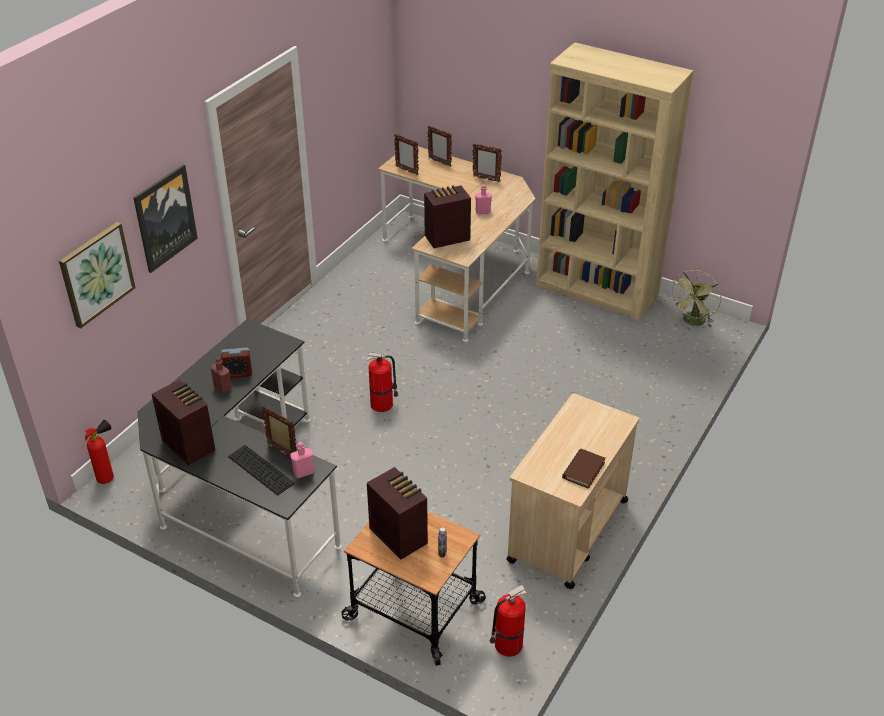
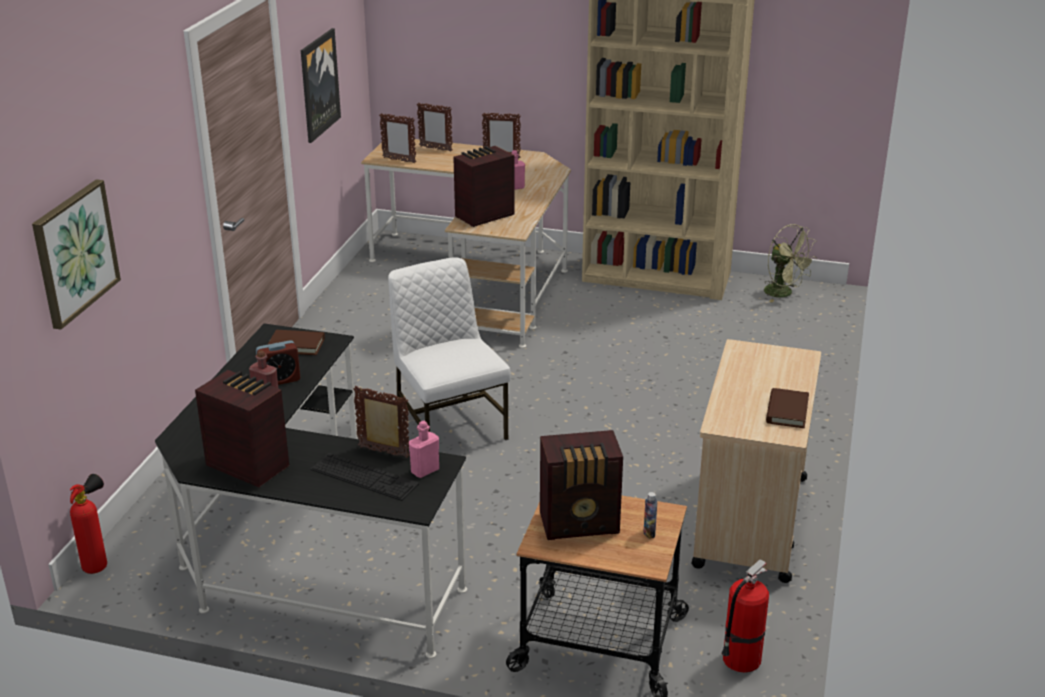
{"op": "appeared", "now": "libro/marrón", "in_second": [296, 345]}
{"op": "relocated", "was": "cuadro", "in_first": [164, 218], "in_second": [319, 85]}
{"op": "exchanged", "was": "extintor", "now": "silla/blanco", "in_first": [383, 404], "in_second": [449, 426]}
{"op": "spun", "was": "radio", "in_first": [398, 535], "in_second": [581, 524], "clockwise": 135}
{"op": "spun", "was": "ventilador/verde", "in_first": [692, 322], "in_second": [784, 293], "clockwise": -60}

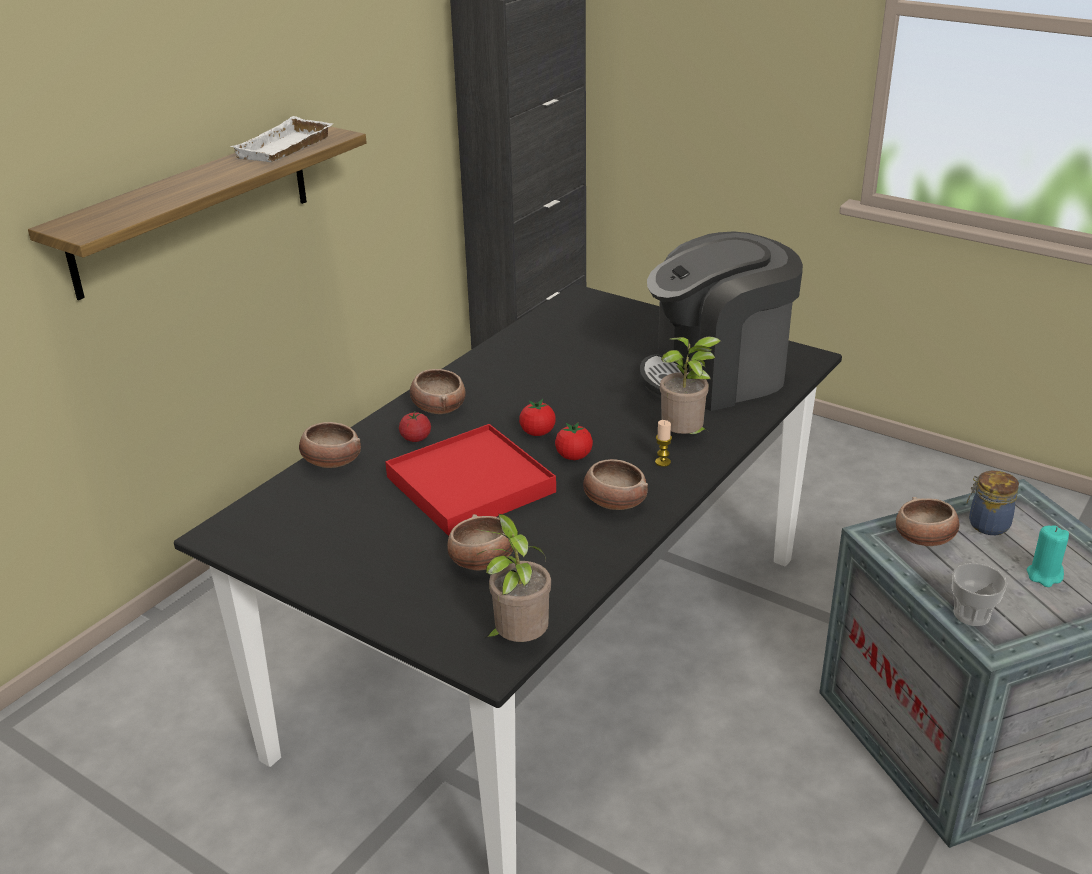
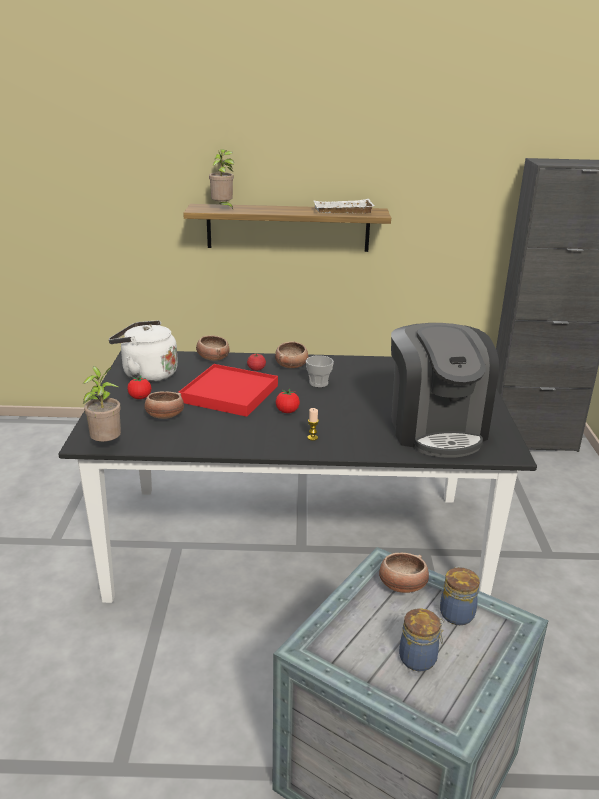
{"op": "appeared", "now": "hervidor/blanco", "in_second": [146, 374]}
{"op": "relocated", "was": "tomate", "in_first": [537, 433], "in_second": [140, 397]}
{"op": "relocated", "was": "planta en maceta", "in_first": [685, 438], "in_second": [223, 208]}
{"op": "relocated", "was": "taza", "in_first": [971, 614], "in_second": [318, 383]}
{"op": "spun", "was": "cafetera", "in_first": [716, 376], "in_second": [436, 428], "clockwise": -135}
{"op": "exchanged", "was": "vela/turquesa", "now": "tarro", "in_first": [1044, 575], "in_second": [419, 658]}
{"op": "missing", "was": "cuenco", "in_first": [614, 503]}

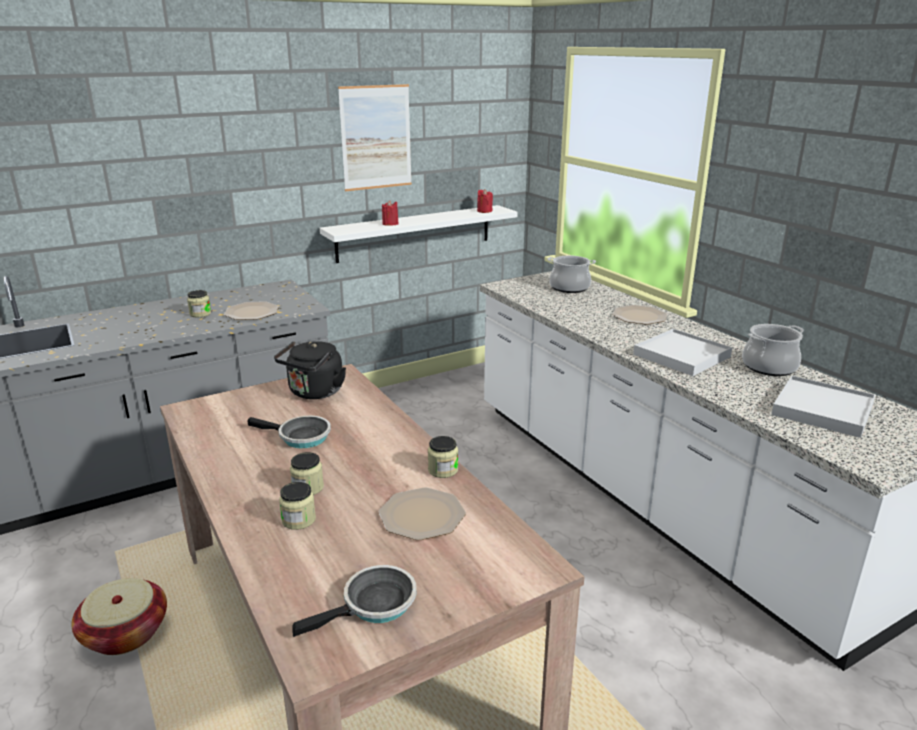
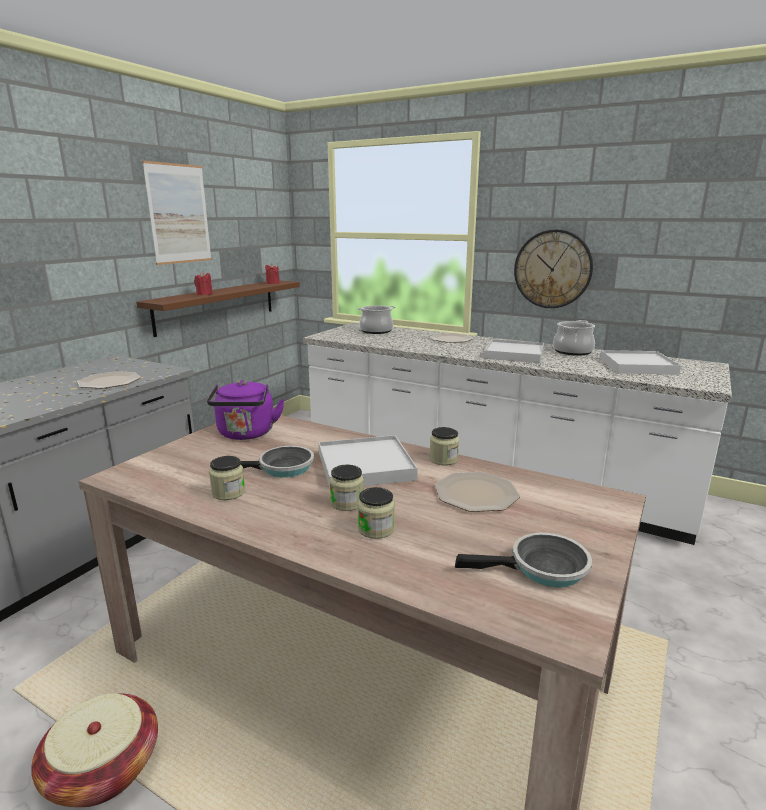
{"op": "colour", "was": "estante/blanco", "now": "estante/marrón", "in_first": [414, 233], "in_second": [217, 306]}
{"op": "colour", "was": "hervidor/negro", "now": "hervidor/morado", "in_first": [314, 393], "in_second": [246, 434]}
{"op": "relocated", "was": "tarro", "in_first": [200, 314], "in_second": [228, 493]}
{"op": "appeared", "now": "bandeja/blanco", "in_second": [365, 466]}
{"op": "spun", "was": "sartén", "in_first": [374, 605], "in_second": [542, 569], "clockwise": 60}
{"op": "appeared", "now": "reloj de pared", "in_second": [552, 269]}

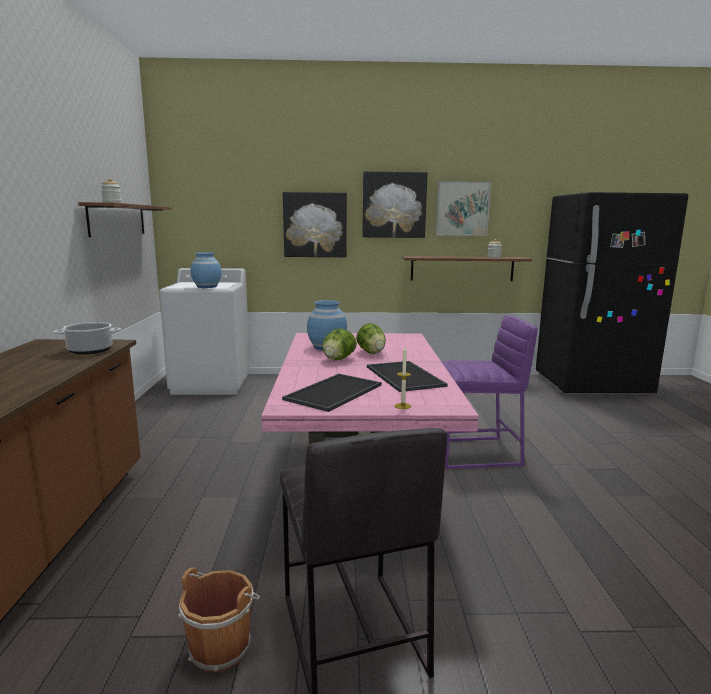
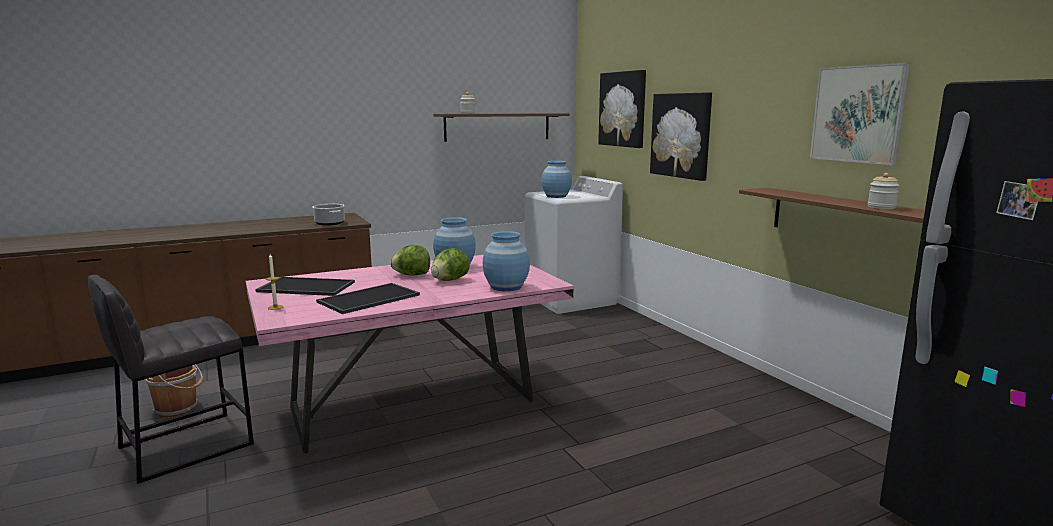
{"op": "appeared", "now": "florero/azul", "in_second": [506, 287]}
{"op": "relocated", "was": "cuadro", "in_first": [394, 205], "in_second": [623, 109]}
{"op": "missing", "was": "taburete/morado", "in_first": [475, 453]}

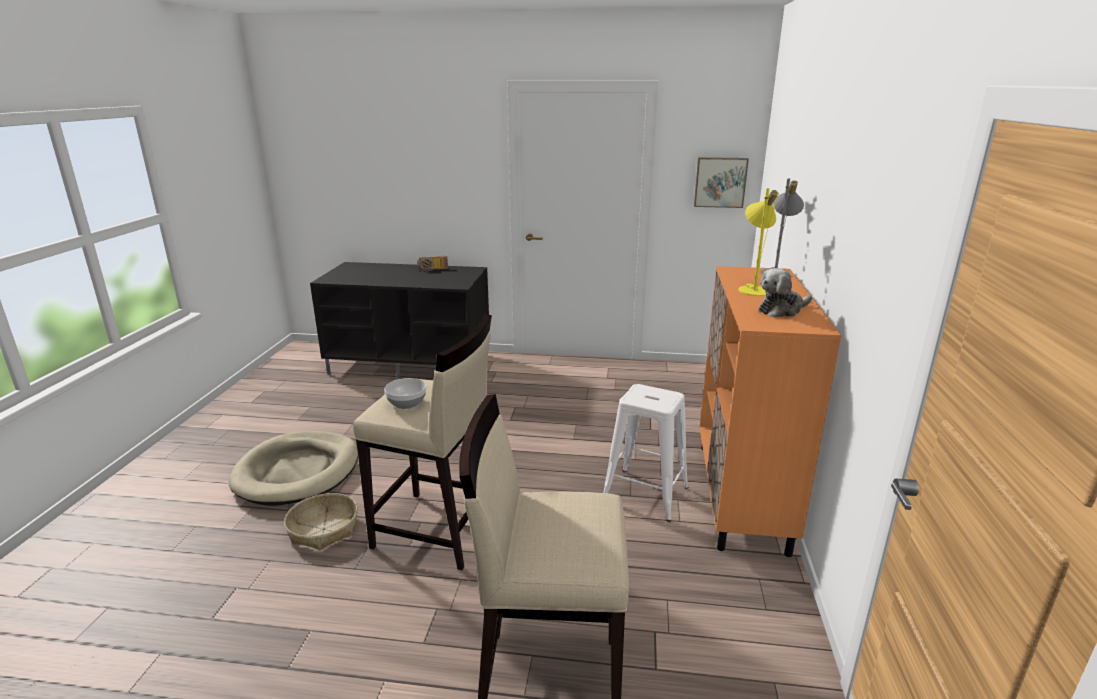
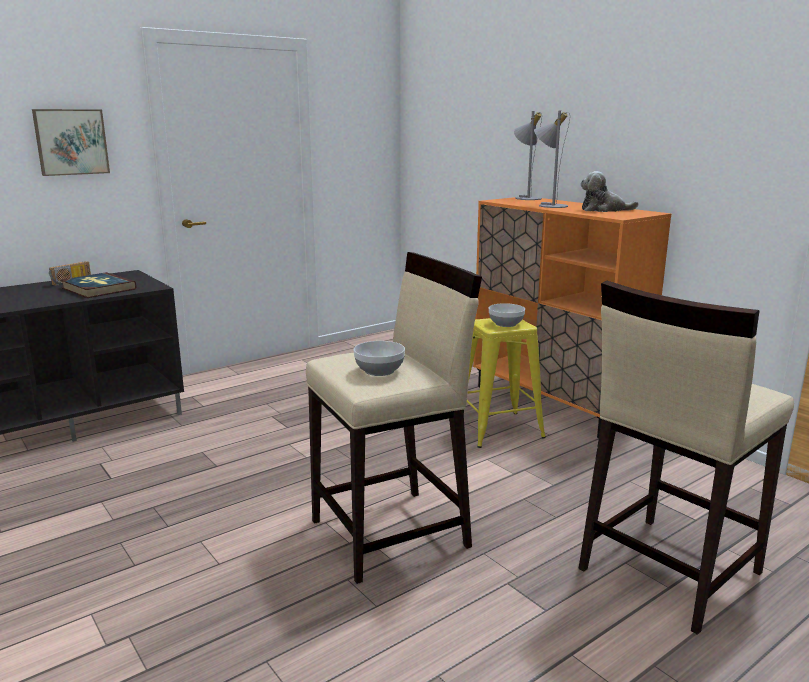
{"op": "relocated", "was": "cuadro", "in_first": [720, 182], "in_second": [71, 142]}
{"op": "appeared", "now": "libro", "in_second": [98, 288]}
{"op": "colour", "was": "taburete/blanco", "now": "taburete/amarillo", "in_first": [645, 494], "in_second": [498, 429]}
{"op": "appeared", "now": "cuenco", "in_second": [506, 324]}
{"op": "colour", "was": "lámpara de mesa/amarillo", "now": "lámpara de mesa/gris", "in_first": [753, 289], "in_second": [549, 205]}
{"op": "spun", "was": "peluche", "in_first": [781, 310], "in_second": [604, 210], "clockwise": 75}
{"op": "missing", "was": "cama para perro/beis", "in_first": [298, 472]}
{"op": "missing", "was": "cesta", "in_first": [324, 529]}

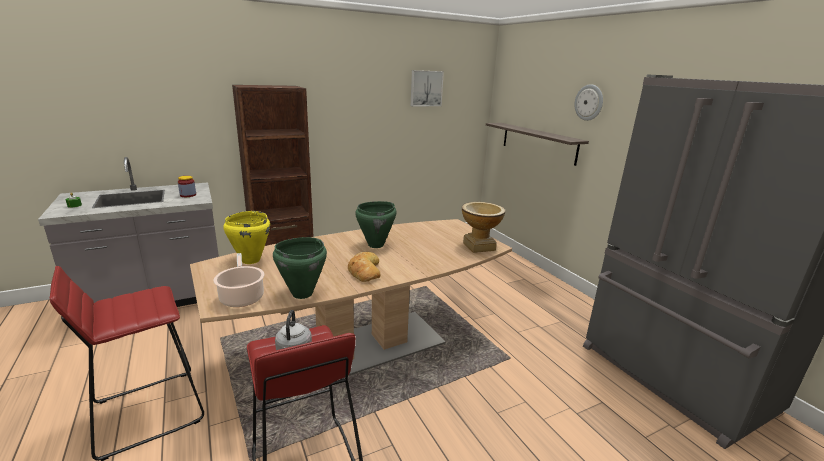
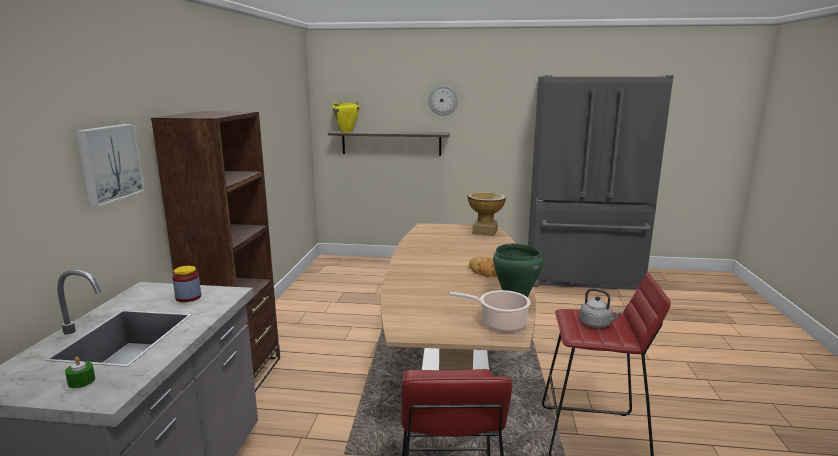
{"op": "relocated", "was": "cuadro", "in_first": [426, 88], "in_second": [108, 163]}
{"op": "relocated", "was": "olla/amarillo", "in_first": [250, 260], "in_second": [346, 132]}
{"op": "missing", "was": "olla/verde", "in_first": [376, 245]}

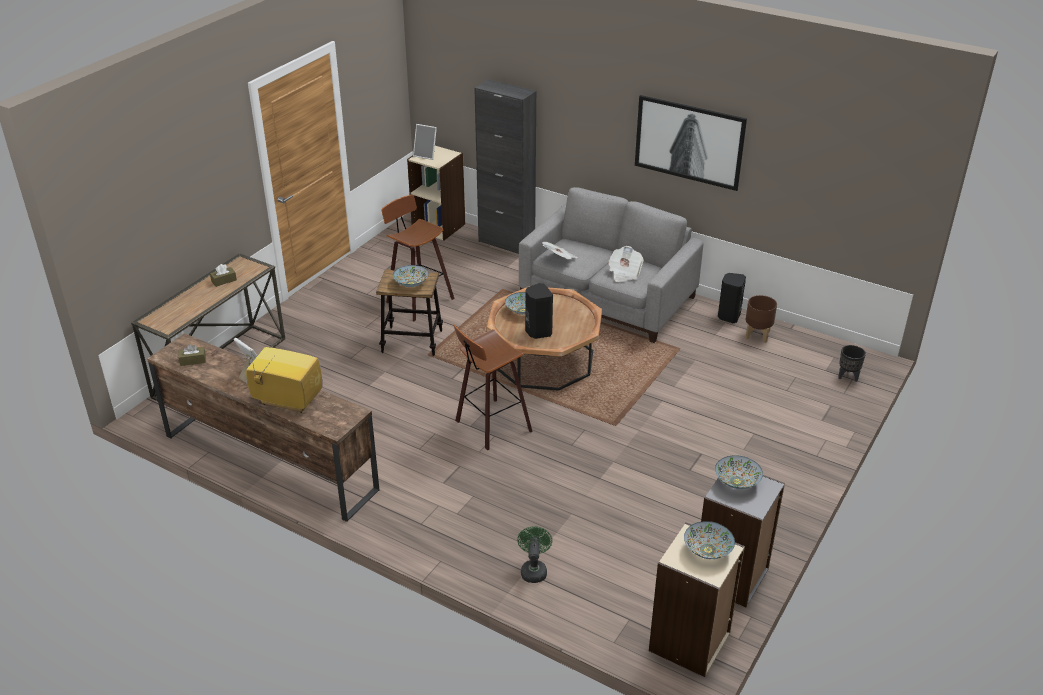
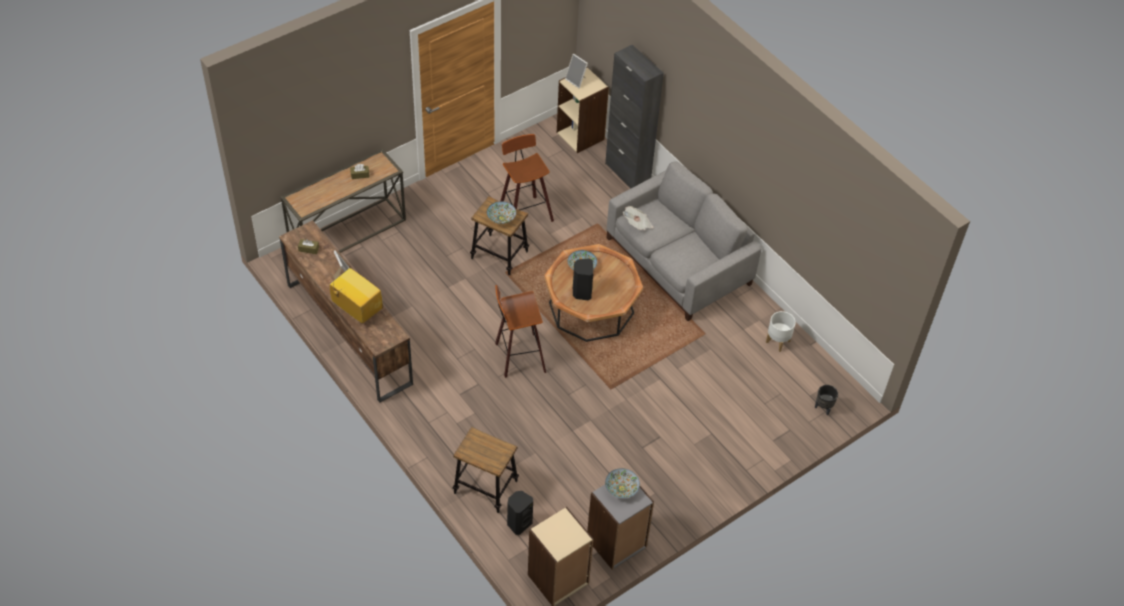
{"op": "exchanged", "was": "ventilador/verde", "now": "taburete", "in_first": [533, 570], "in_second": [485, 487]}
{"op": "relocated", "was": "altavoz/negro", "in_first": [728, 316], "in_second": [519, 523]}
{"op": "colour", "was": "maceta/marrón", "now": "maceta/blanco", "in_first": [757, 335], "in_second": [778, 341]}
{"op": "missing", "was": "periódico", "in_first": [624, 273]}
{"op": "missing", "was": "cuadro", "in_first": [689, 141]}
{"op": "missing", "was": "cuenco", "in_first": [708, 550]}

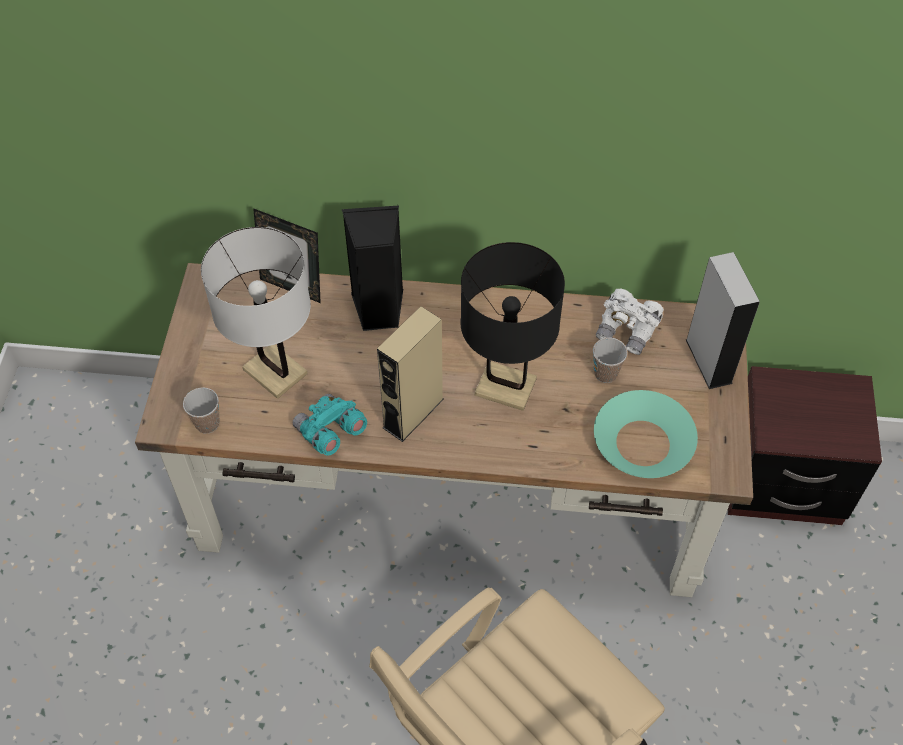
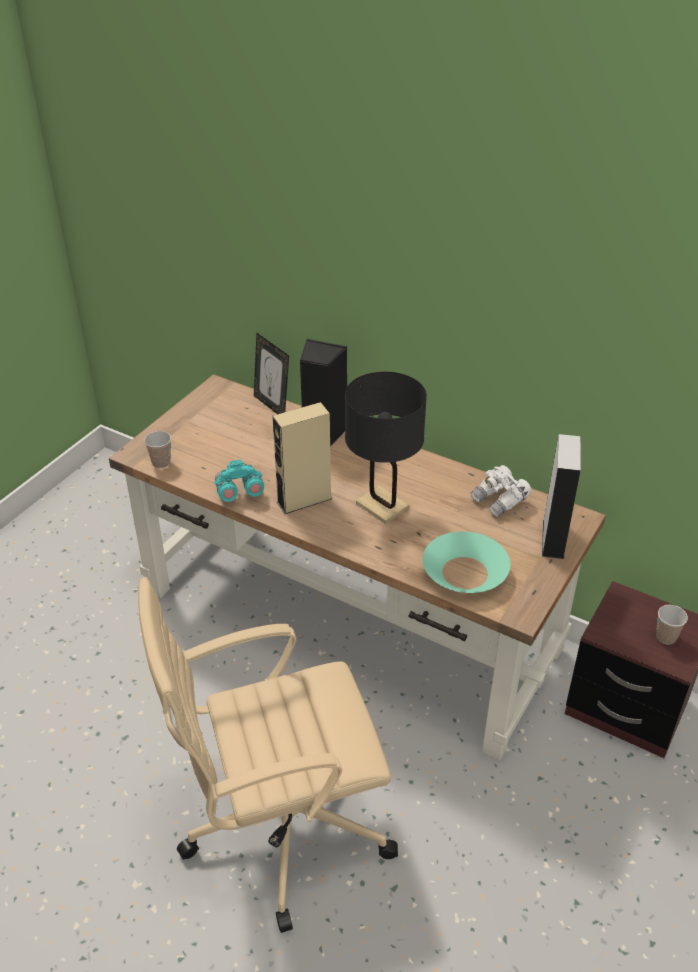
{"op": "relocated", "was": "taza", "in_first": [605, 374], "in_second": [666, 637]}
{"op": "missing", "was": "lámpara de mesa/blanco", "in_first": [275, 372]}

